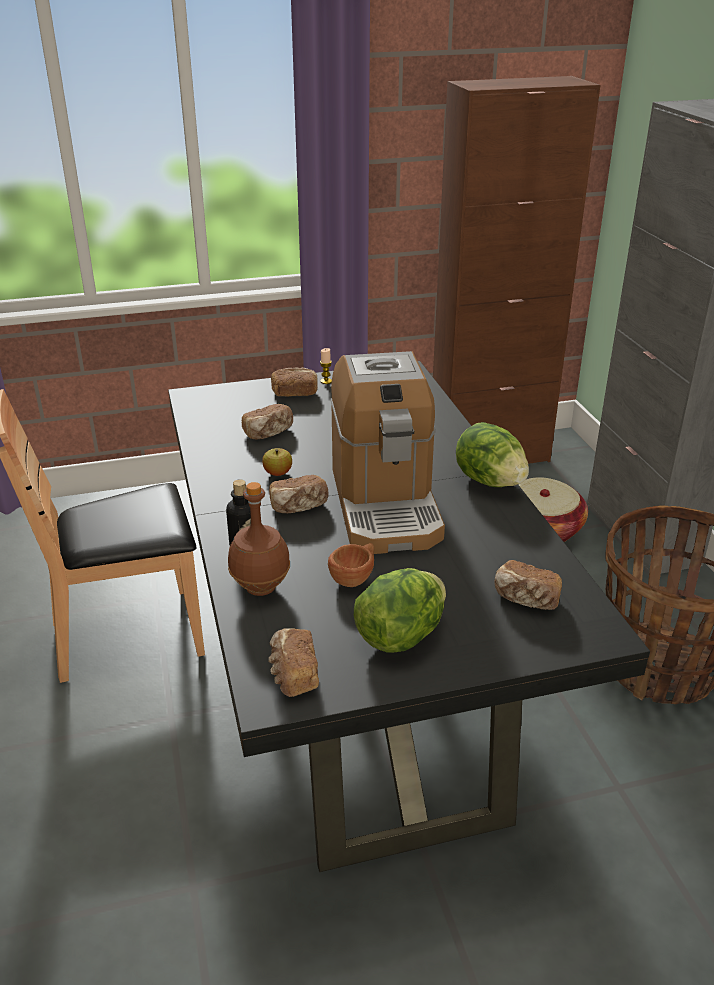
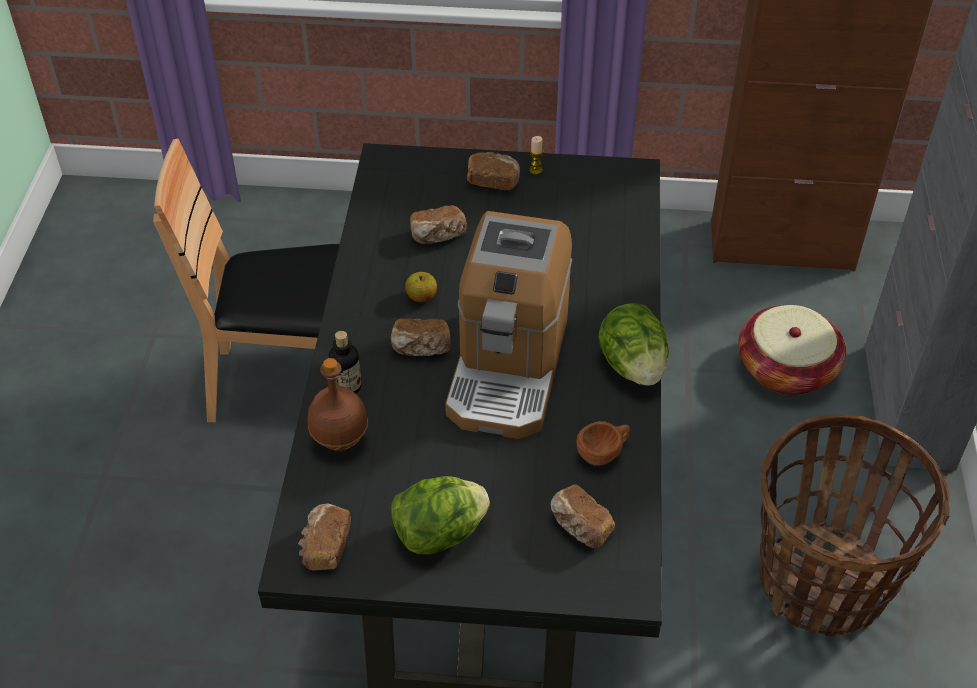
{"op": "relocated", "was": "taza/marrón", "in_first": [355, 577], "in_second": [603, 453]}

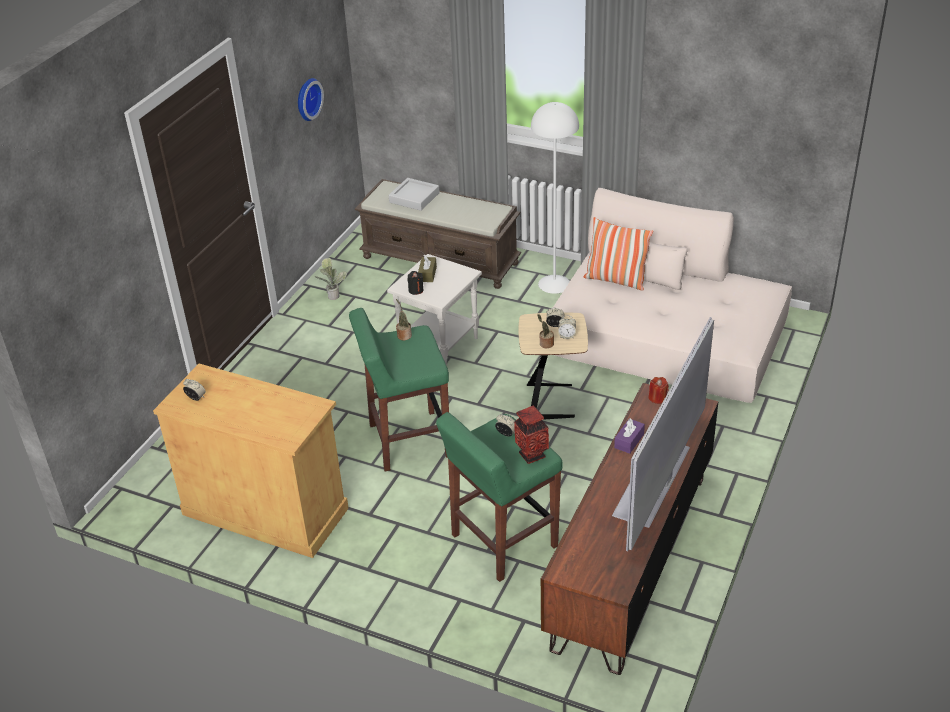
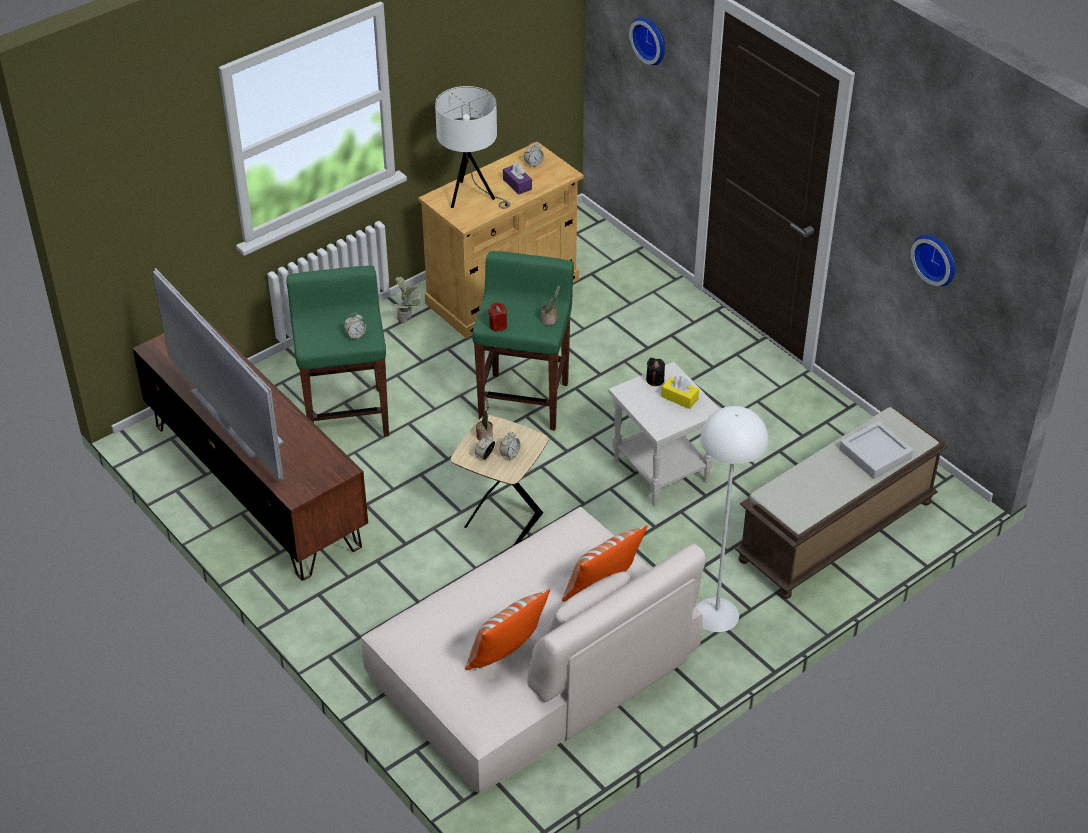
{"op": "relocated", "was": "planta en maceta", "in_first": [333, 294], "in_second": [408, 319]}
{"op": "appeared", "now": "lámpara de mesa/blanco", "in_second": [471, 197]}
{"op": "appeared", "now": "cojín", "in_second": [506, 654]}
{"op": "relocated", "was": "vela/rojo", "in_first": [657, 398], "in_second": [498, 325]}
{"op": "relocated", "was": "caja de pañuelos/morado", "in_first": [629, 441], "in_second": [517, 184]}
{"op": "appeared", "now": "reloj de pared", "in_second": [651, 39]}
{"op": "colour", "was": "caja de pañuelos/marrón", "now": "caja de pañuelos/amarillo", "in_first": [427, 274], "in_second": [679, 398]}
{"op": "missing", "was": "florero", "in_first": [531, 455]}

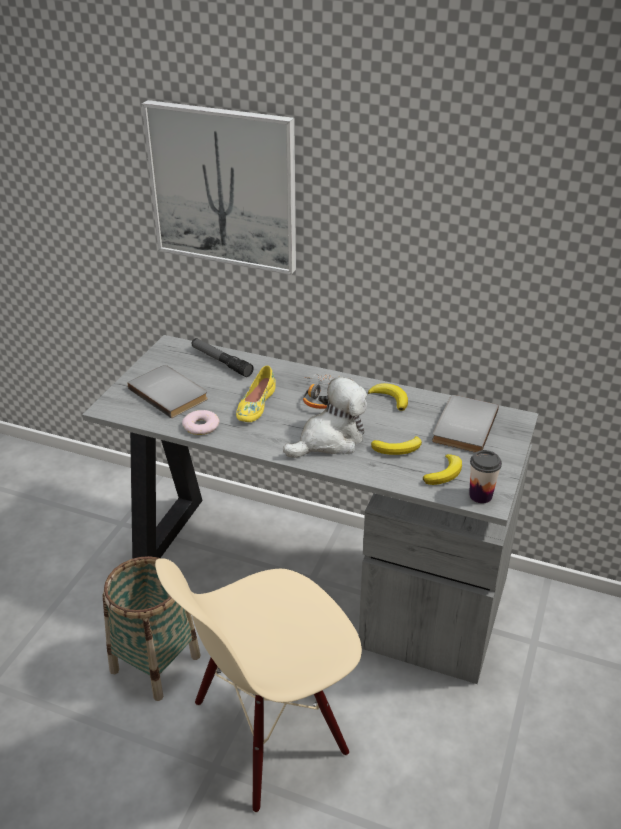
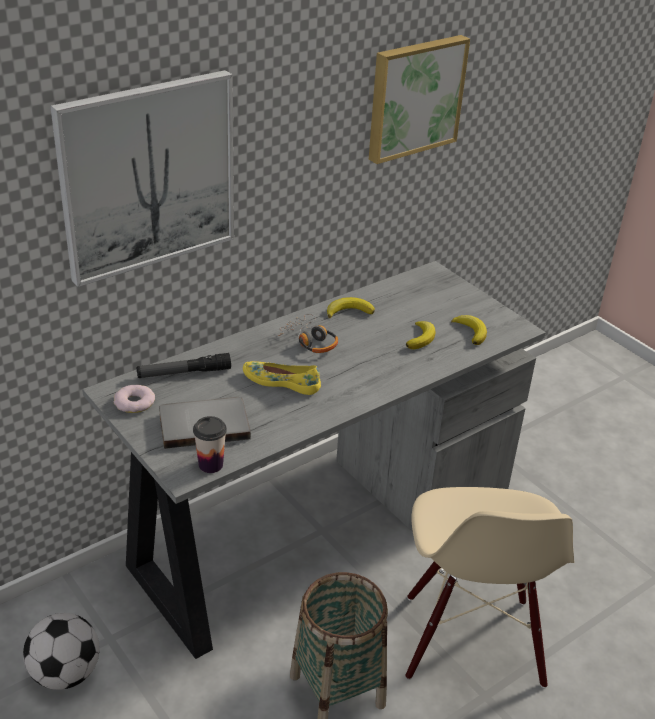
{"op": "appeared", "now": "balón de fútbol", "in_second": [65, 673]}
{"op": "relocated", "was": "rosquilla", "in_first": [201, 426], "in_second": [134, 403]}
{"op": "relocated", "was": "taza", "in_first": [480, 495], "in_second": [210, 464]}
{"op": "spun", "was": "zapato/amarillo", "in_first": [255, 404], "in_second": [281, 381], "clockwise": 150}
{"op": "appeared", "now": "cuadro", "in_second": [414, 97]}
{"op": "missing", "was": "peluche", "in_first": [330, 440]}
{"op": "missing", "was": "libro/gris", "in_first": [462, 426]}

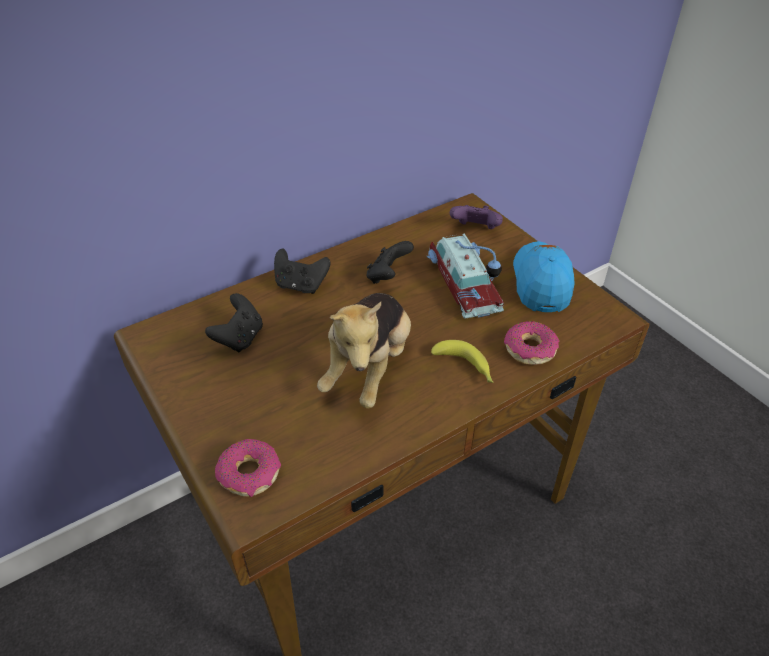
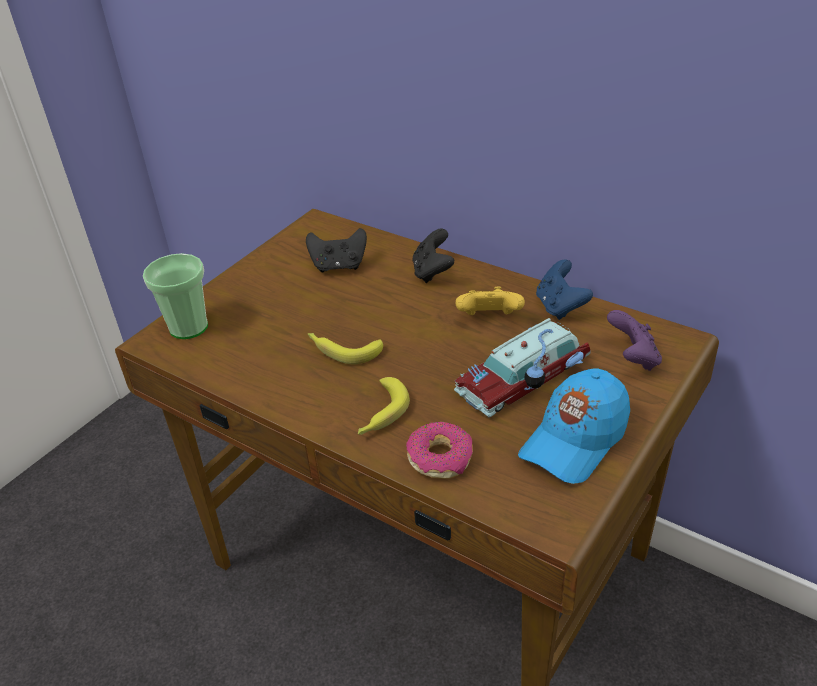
{"op": "exchanged", "was": "rosquilla", "now": "taza", "in_first": [249, 474], "in_second": [188, 327]}
{"op": "exchanged", "was": "peluche", "now": "plátano", "in_first": [369, 368], "in_second": [343, 350]}
{"op": "colour", "was": "mando de consola/negro", "now": "mando de consola/amarillo", "in_first": [388, 276], "in_second": [489, 319]}
{"op": "spun", "was": "gorra/azul", "in_first": [541, 282], "in_second": [575, 440], "clockwise": 150}
{"op": "appeared", "now": "mando de consola/azul", "in_second": [560, 307]}

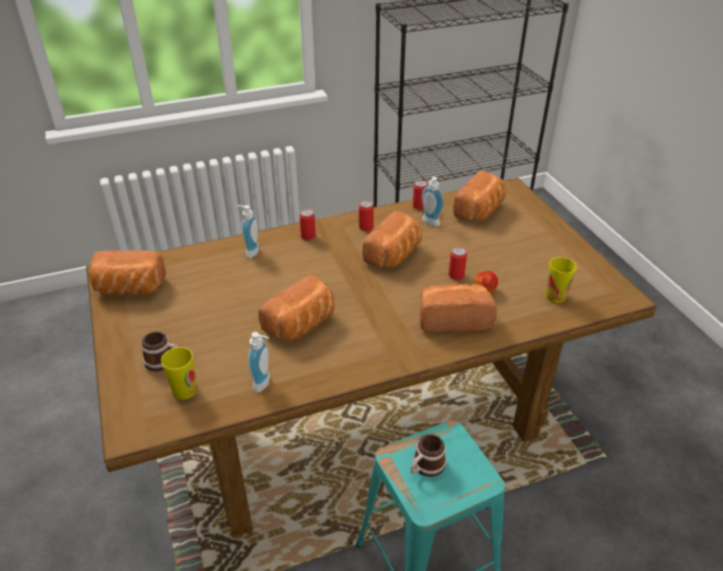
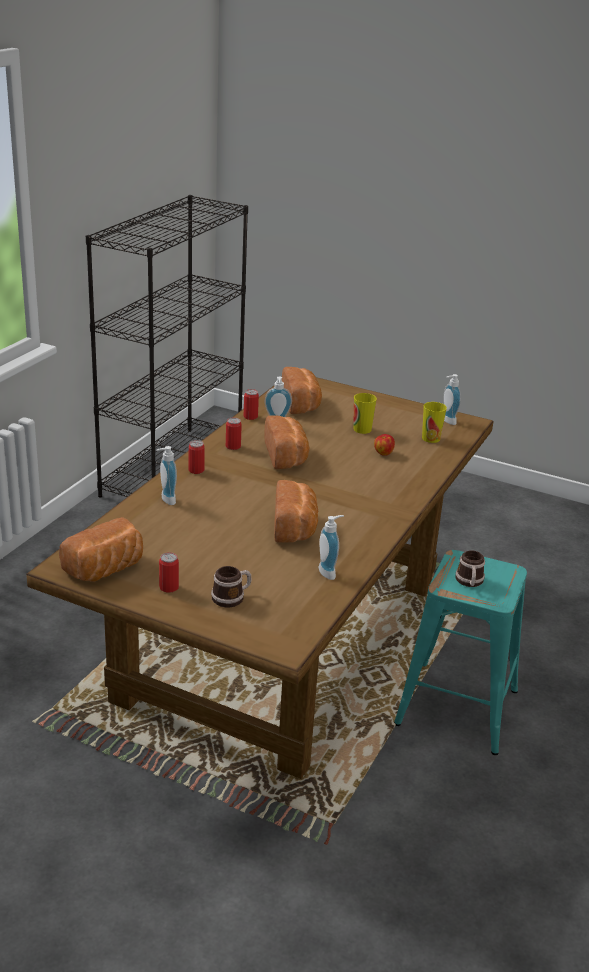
{"op": "relocated", "was": "lata", "in_first": [456, 275], "in_second": [169, 587]}
{"op": "relocated", "was": "taza", "in_first": [185, 390], "in_second": [362, 429]}
{"op": "appeared", "now": "dispensador de jabón", "in_second": [446, 421]}
{"op": "missing", "was": "pan", "in_first": [453, 318]}

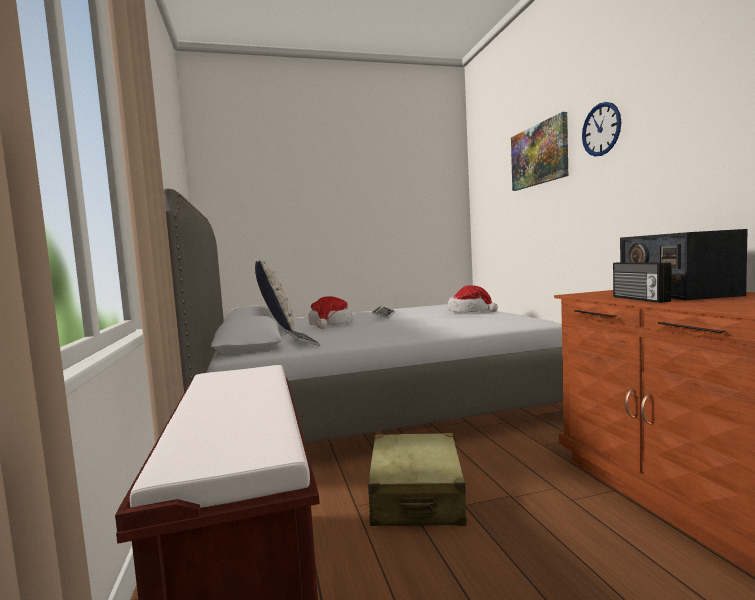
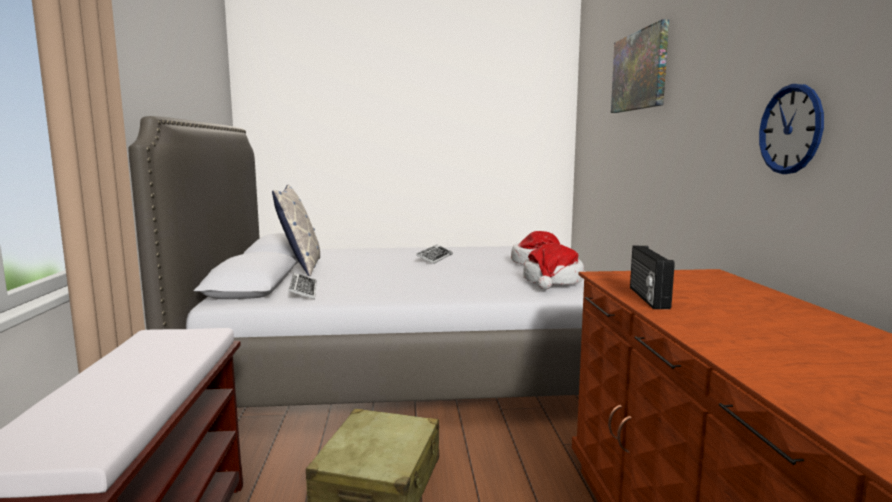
{"op": "relocated", "was": "sombrero", "in_first": [330, 324], "in_second": [552, 281]}
{"op": "relocated", "was": "reloj de pared", "in_first": [601, 129], "in_second": [790, 129]}
{"op": "missing", "was": "radio", "in_first": [676, 294]}

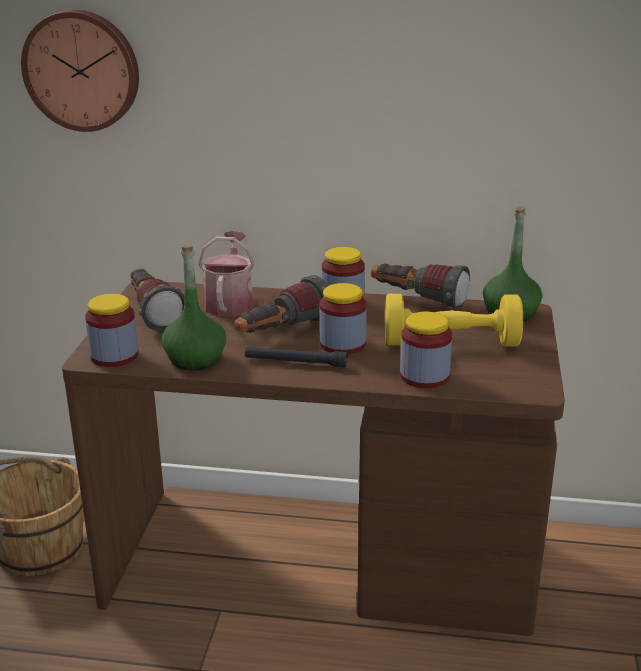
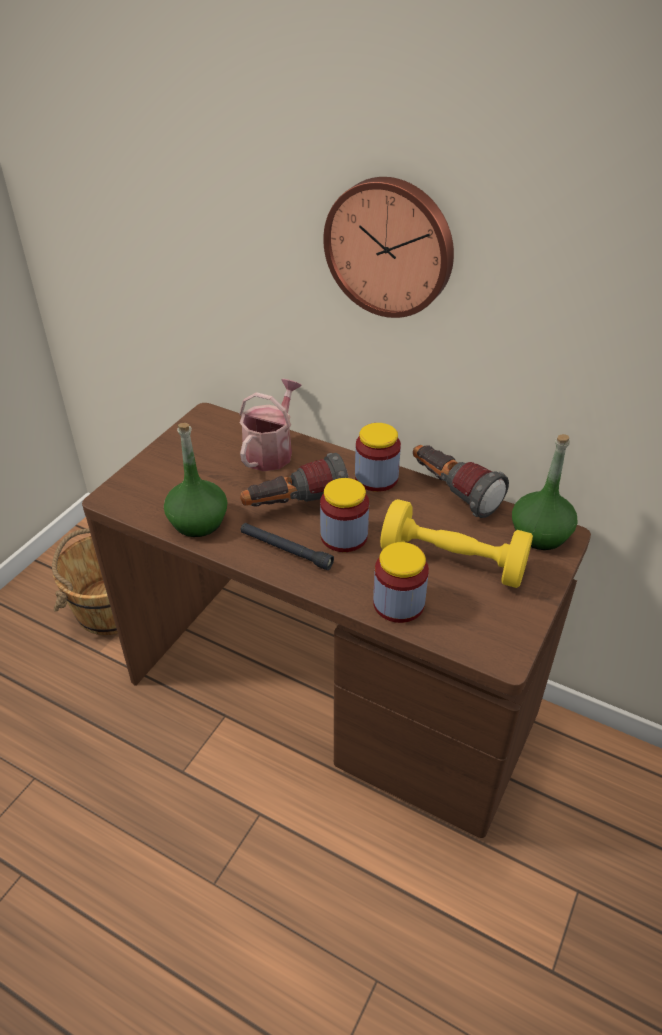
{"op": "relocated", "was": "reloj de pared", "in_first": [82, 70], "in_second": [390, 247]}
{"op": "missing", "was": "tarro", "in_first": [114, 356]}
{"op": "missing", "was": "linterna", "in_first": [152, 313]}

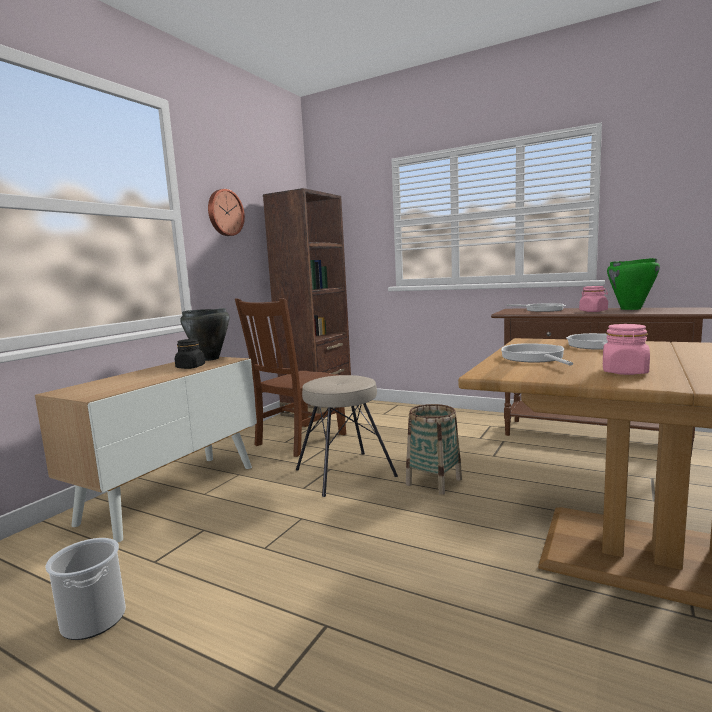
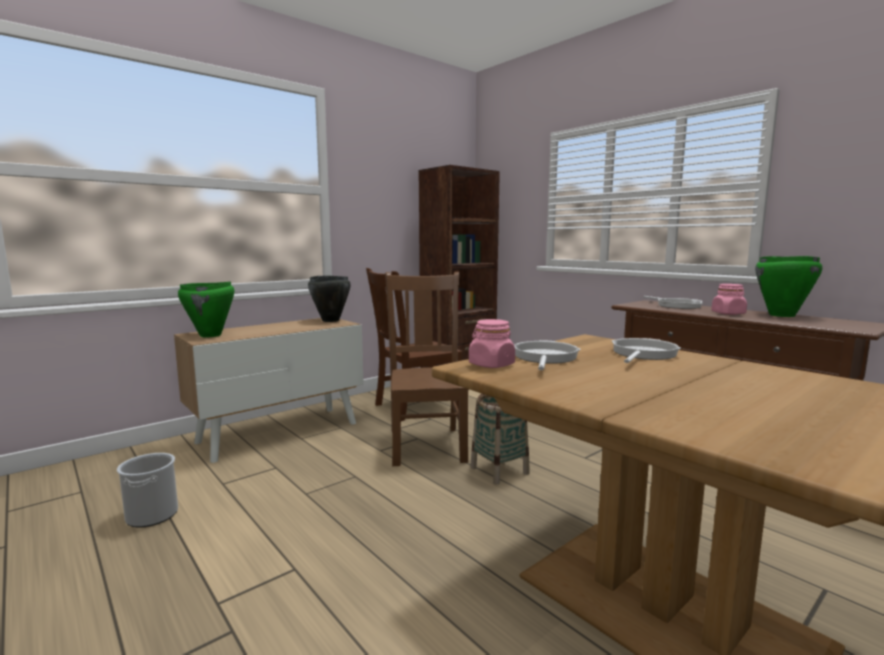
{"op": "appeared", "now": "olla/verde", "in_second": [211, 335]}
{"op": "exchanged", "was": "taburete/beis", "now": "silla/marrón", "in_first": [344, 472], "in_second": [427, 444]}
{"op": "relocated", "was": "tarro/rosa", "in_first": [624, 372], "in_second": [491, 365]}
{"op": "missing", "was": "tarro/negro", "in_first": [190, 367]}
{"op": "missing", "was": "reloj de pared", "in_first": [224, 213]}

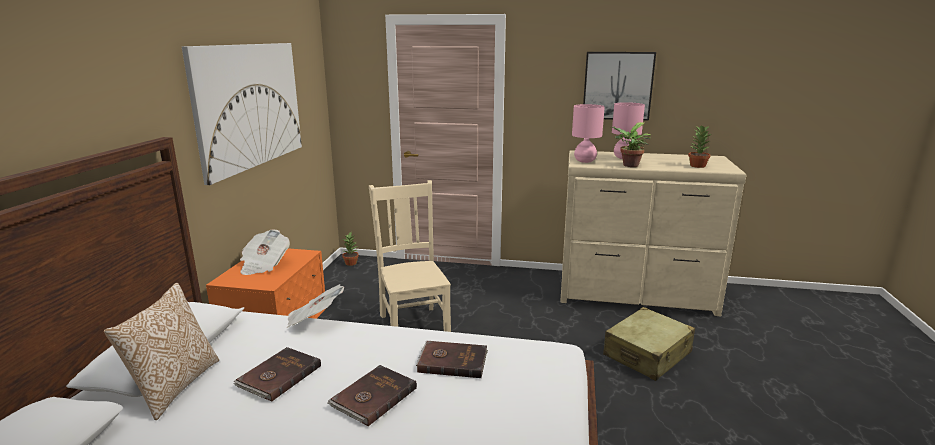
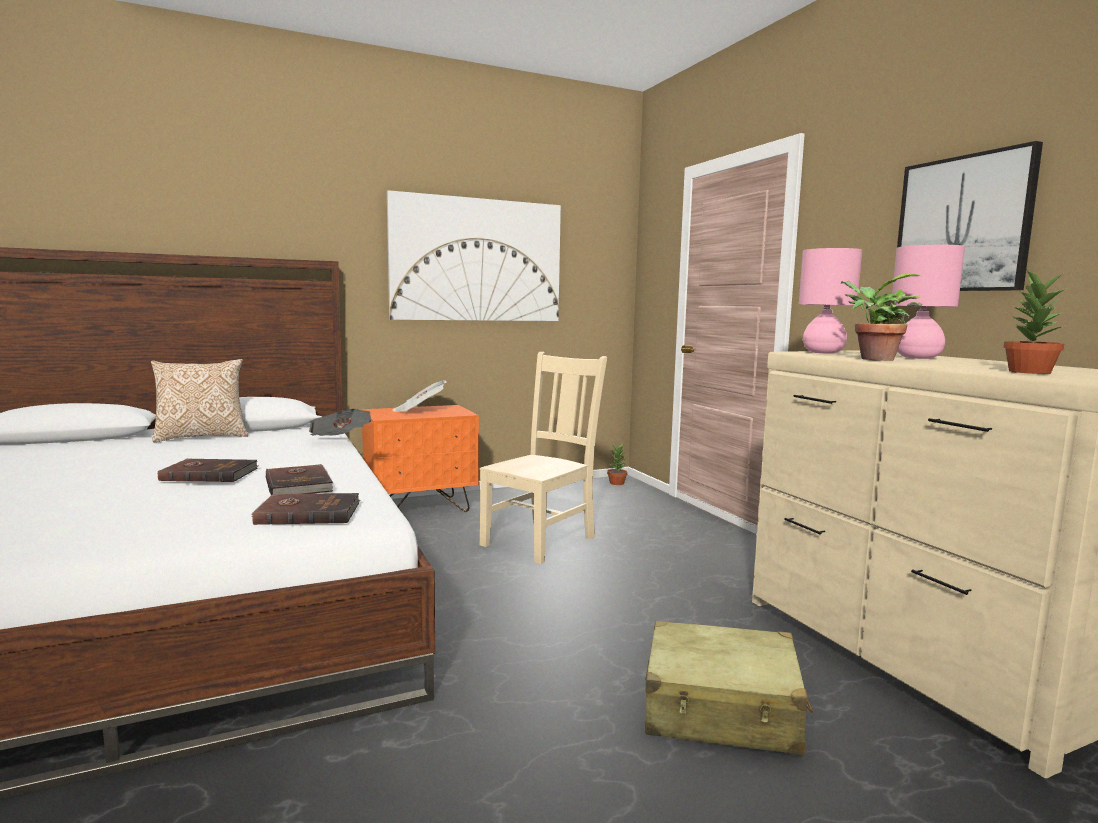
{"op": "relocated", "was": "libro/marrón", "in_first": [278, 376], "in_second": [308, 513]}

